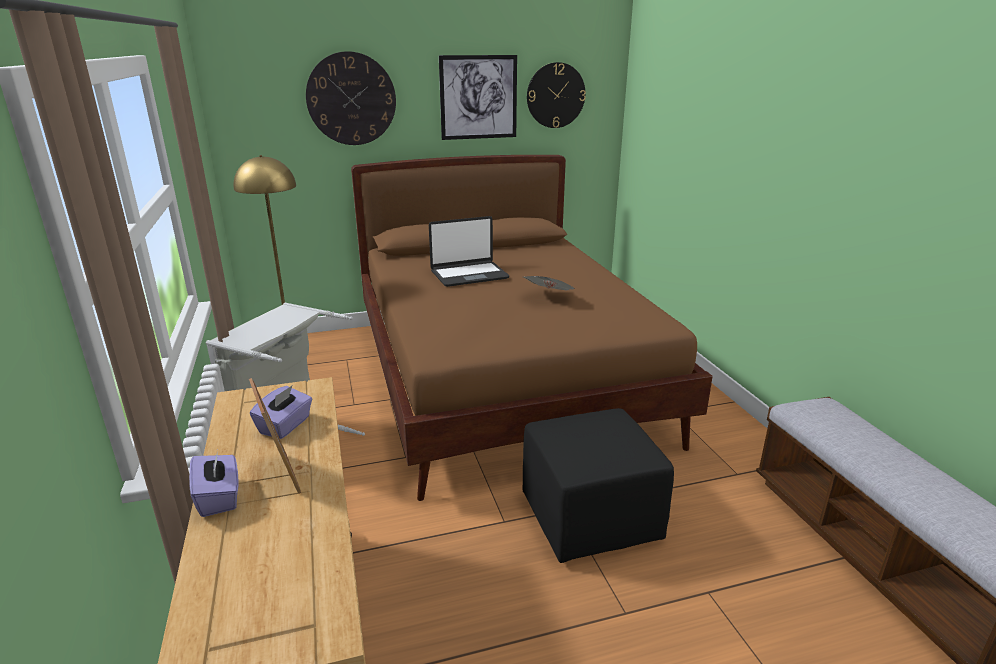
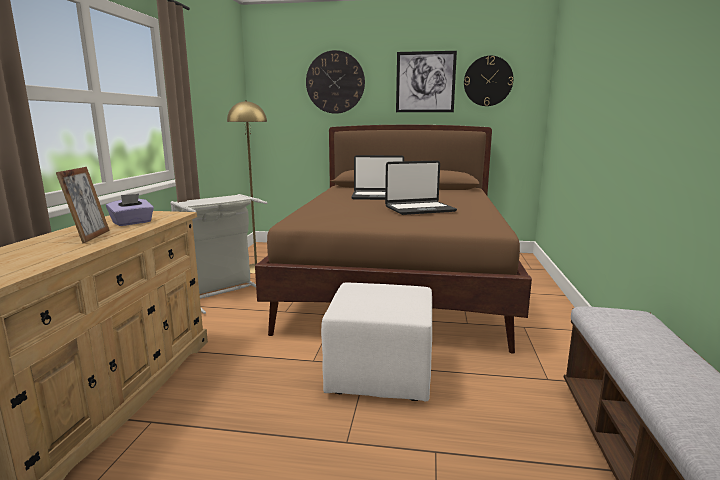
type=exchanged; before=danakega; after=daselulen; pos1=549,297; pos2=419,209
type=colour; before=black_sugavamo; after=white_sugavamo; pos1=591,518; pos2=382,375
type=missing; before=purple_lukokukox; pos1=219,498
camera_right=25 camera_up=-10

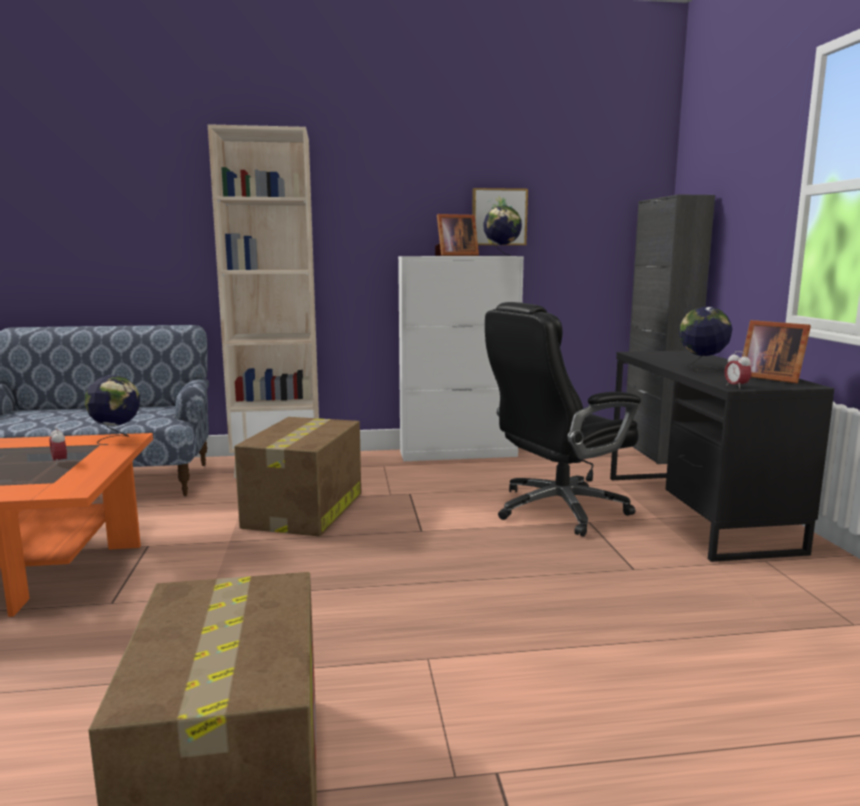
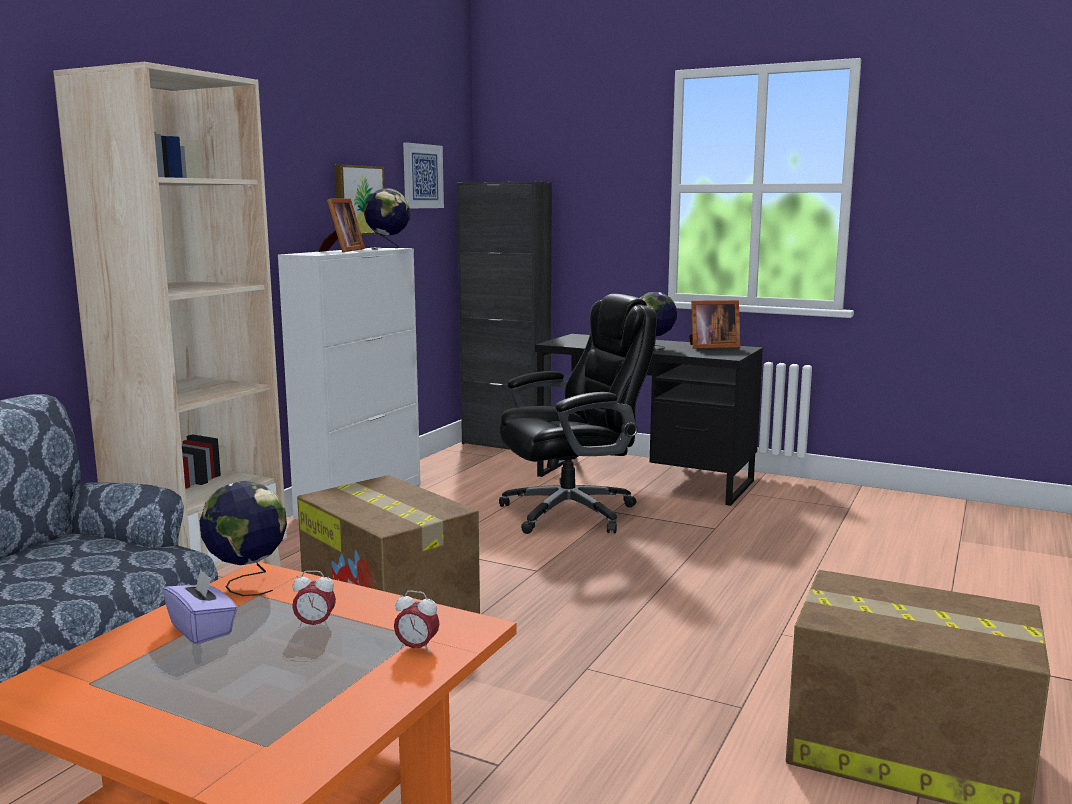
type=spun; before=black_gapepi; pos1=557,509; pos2=572,512; turn=-120
type=relocated; before=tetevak; pos1=736,387; pos2=417,648
type=appeared; after=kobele; pos2=422,176
type=appeared; after=purple_lukokukox; pos2=202,629
camera_right=-55 camera_up=0

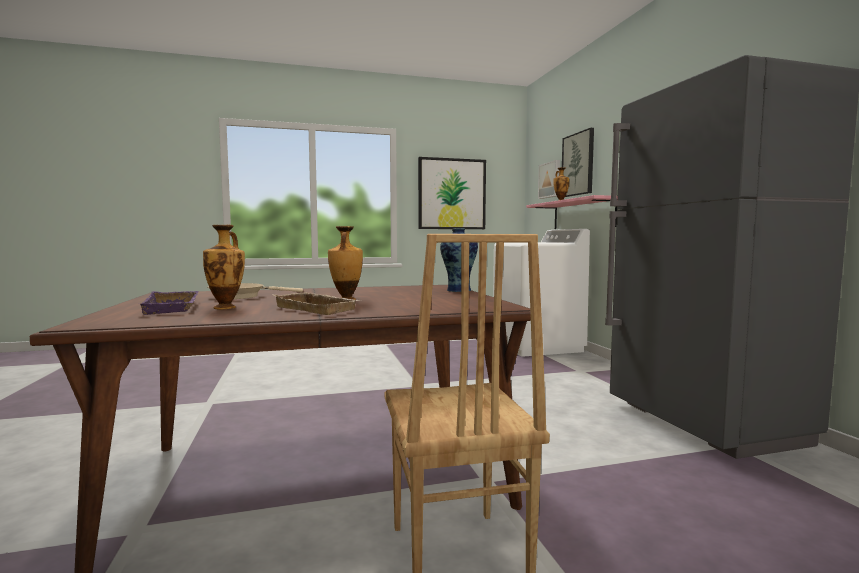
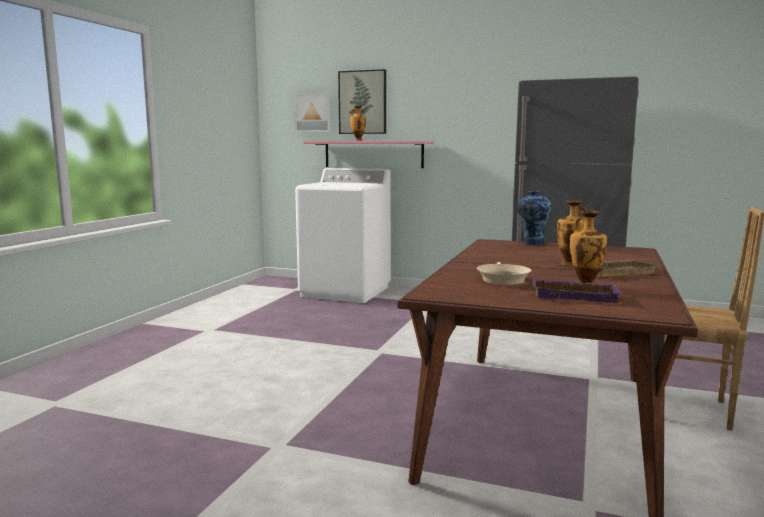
type=missing; before=kobele; pos1=452,194
camera_right=-55 camera_up=5

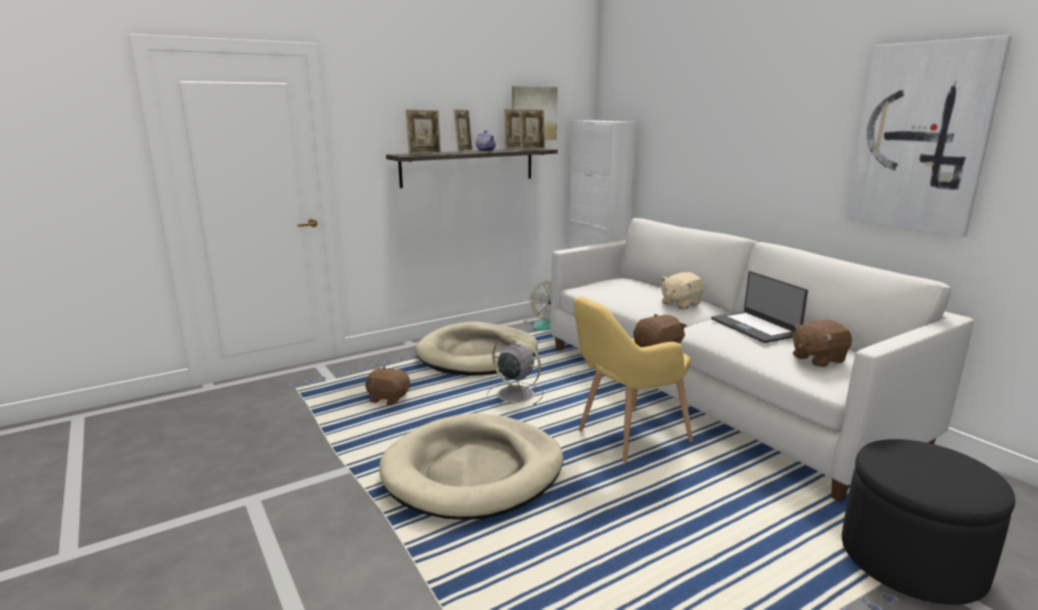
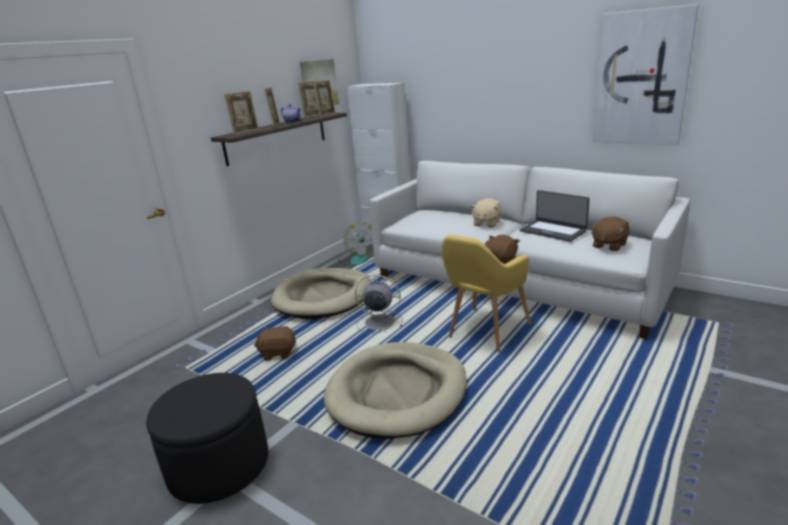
type=relocated; before=black_sugavamo; pos1=911,560; pos2=219,466
camera_right=-20 camera_up=5

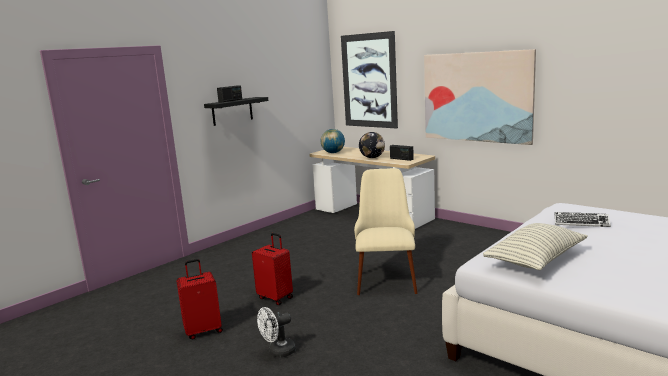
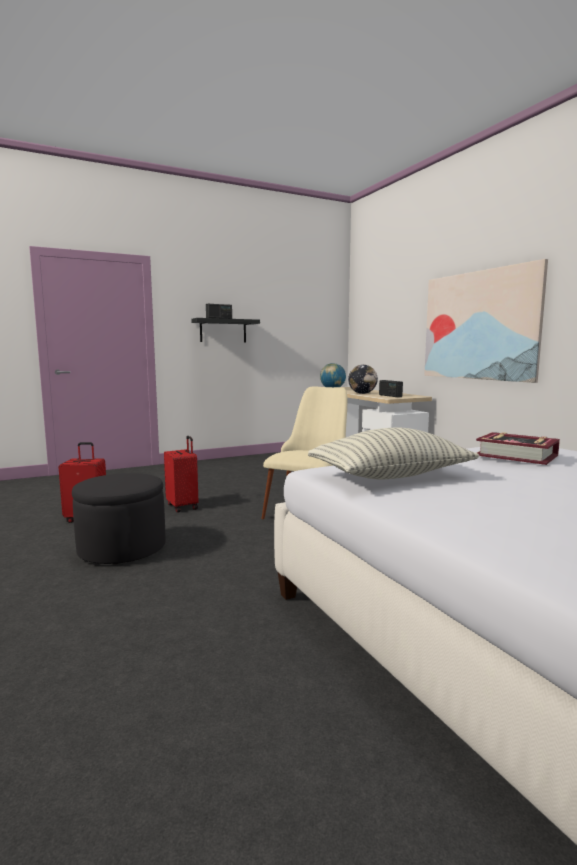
type=missing; before=kobele; pos1=369,81
type=exchanged; before=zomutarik; after=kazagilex; pos1=581,223; pos2=516,455
type=exchanged; before=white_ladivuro; after=black_sugavamo; pos1=278,352; pos2=122,548
camera_right=20 camera_up=-5

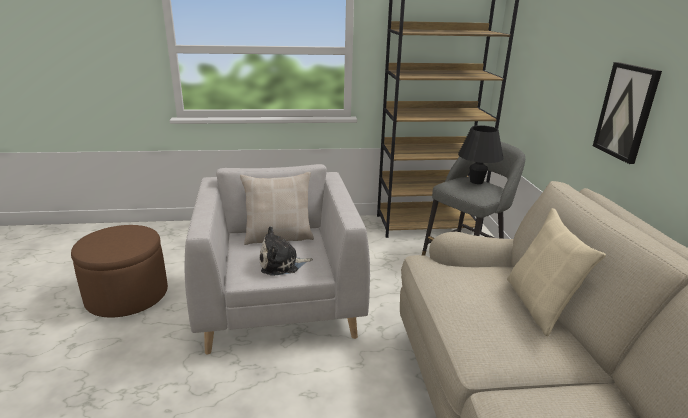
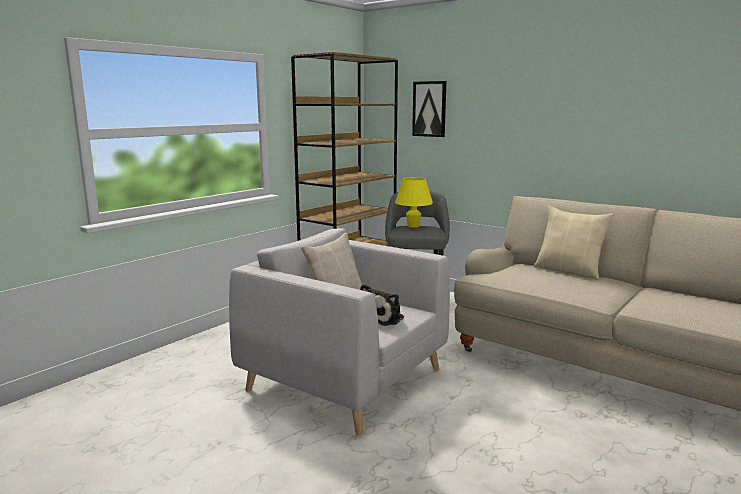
type=relocated; before=kobele; pos1=626,112; pos2=429,109
type=colour; before=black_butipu; after=yellow_butipu; pos1=476,181; pos2=413,226
type=missing; before=brown_sugavamo; pos1=127,296
camera_right=-45 camera_up=-10

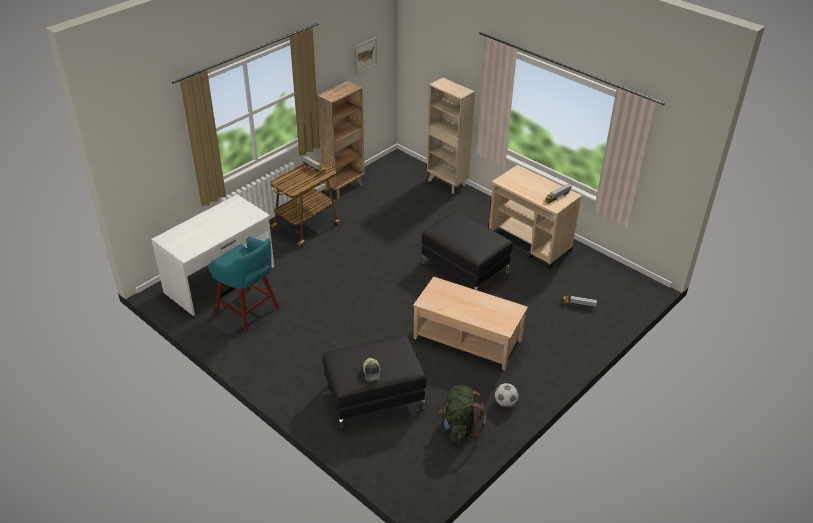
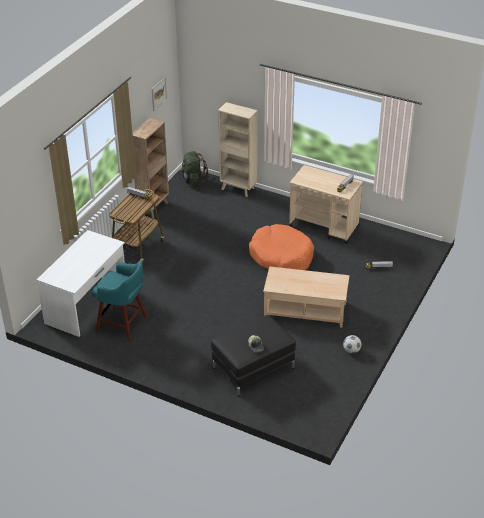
type=exchanged; before=black_sugavamo; after=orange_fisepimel; pos1=465,268; pos2=281,256
type=relocated; before=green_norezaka; pos1=459,427; pos2=193,180
camera_right=-15 camera_up=0

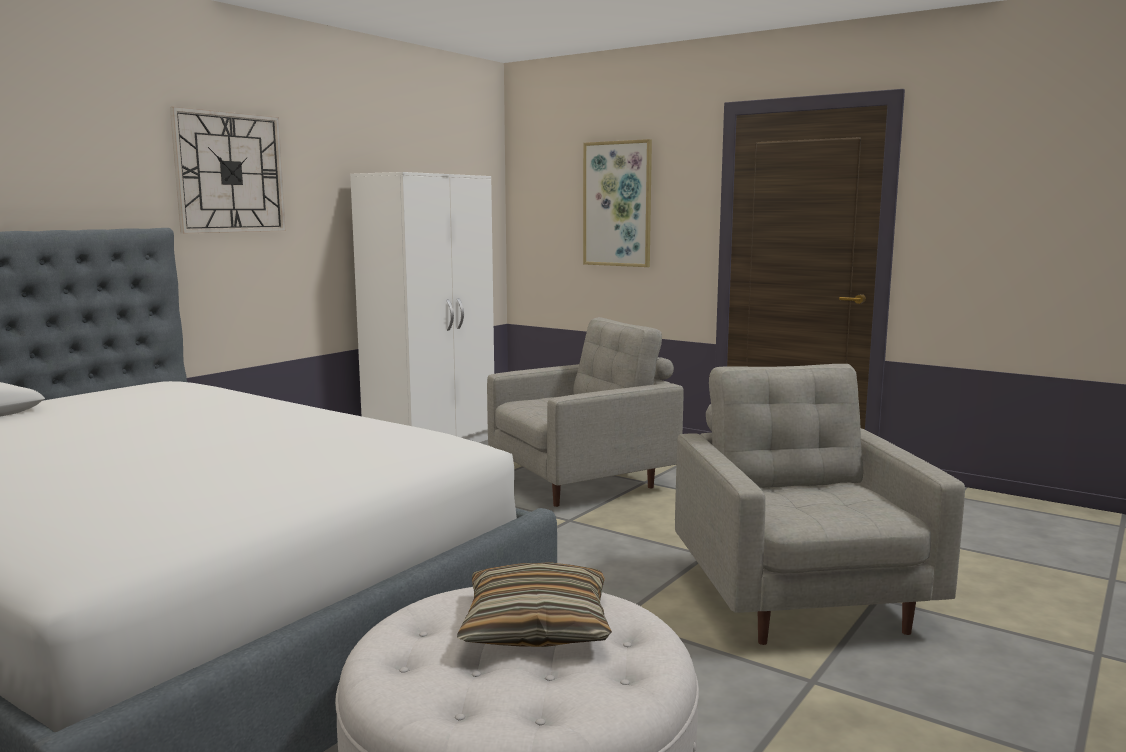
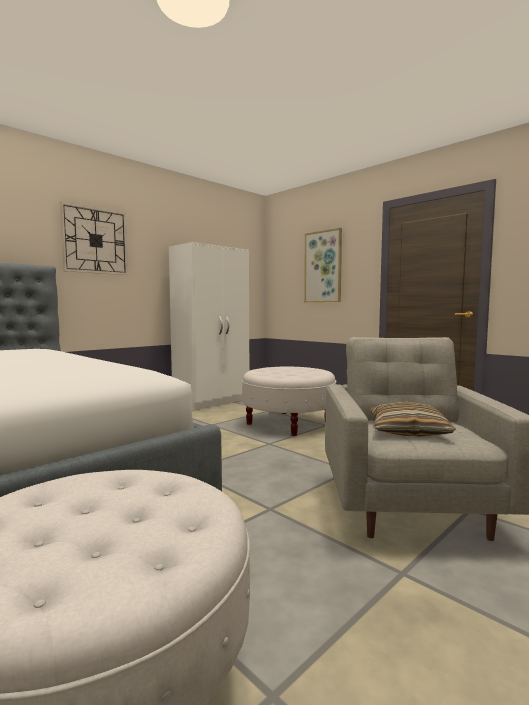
type=exchanged; before=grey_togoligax; after=white_sugavamo; pos1=583,482; pos2=288,423
type=relocated; before=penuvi; pos1=536,626; pos2=407,431
camera_right=10 camera_up=-5

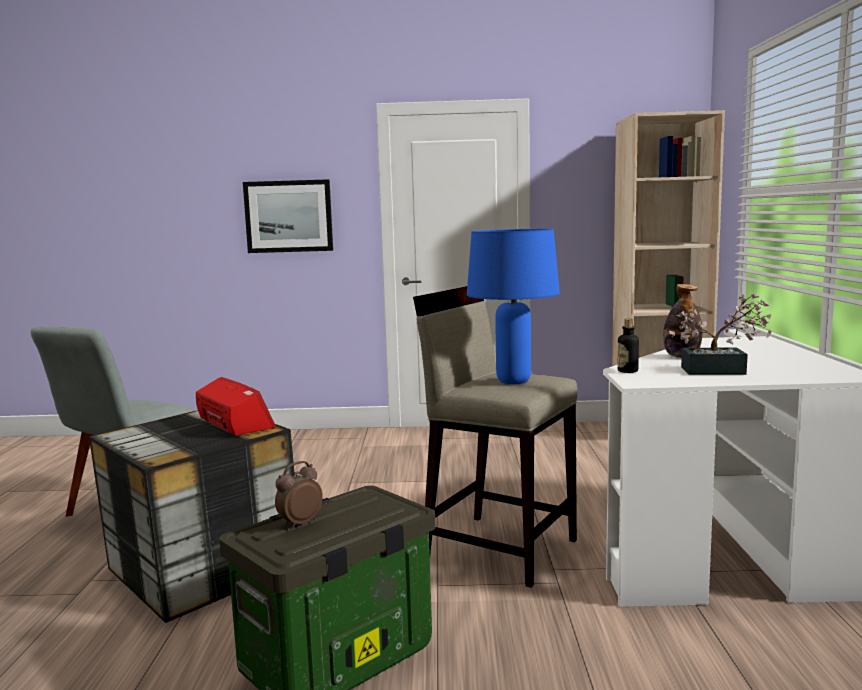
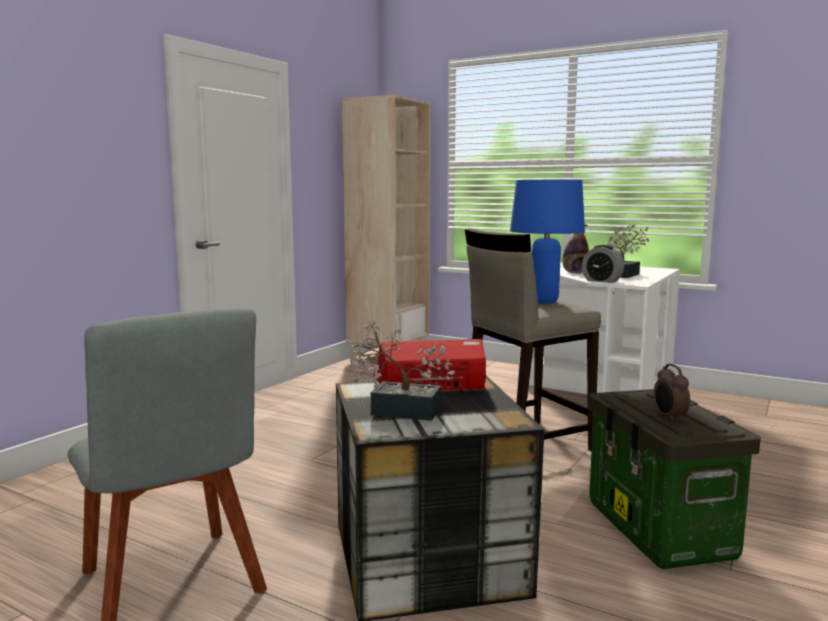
type=missing; before=kobele; pos1=288,216
type=exchanged; before=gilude; after=tetevak; pos1=627,371; pos2=601,281
type=appeared; after=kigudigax; pos2=398,410
camera_right=-60 camera_up=0

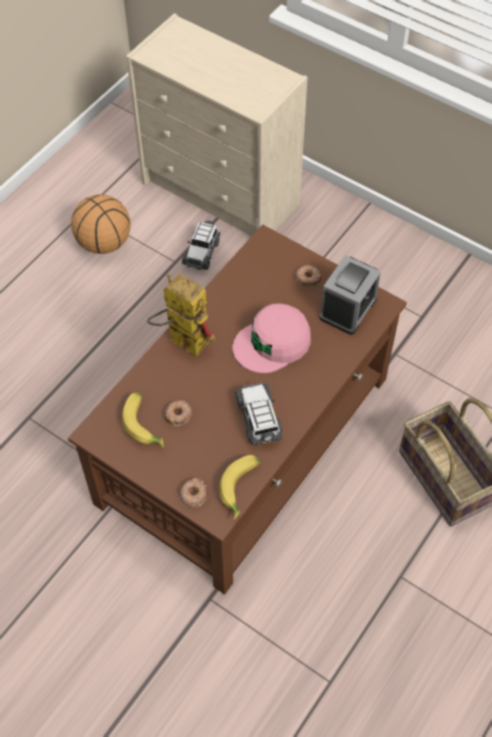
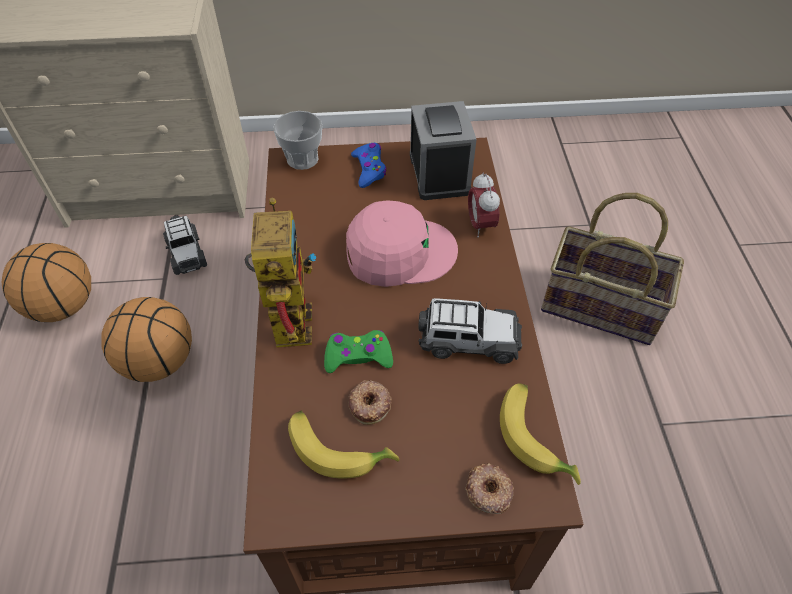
type=exchanged; before=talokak; after=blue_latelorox; pos1=308,278; pos2=369,169
type=spun; before=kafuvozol; pos1=180,340; pos2=288,315; turn=90
type=spun; before=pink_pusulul; pos1=273,343; pos2=399,252; turn=-120
type=spun; before=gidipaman; pos1=259,419; pos2=468,341; turn=150
type=appeared; after=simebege; pos2=302,159
type=appeared; after=tetevak; pos2=480,225
type=appeared; after=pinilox; pos2=159,361
type=appeared; after=green_latelorox; pos2=358,356
camera_right=-40 camera_up=-5

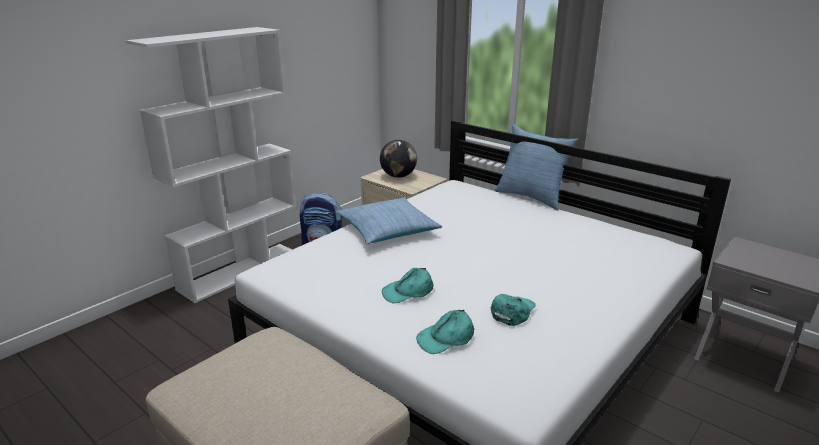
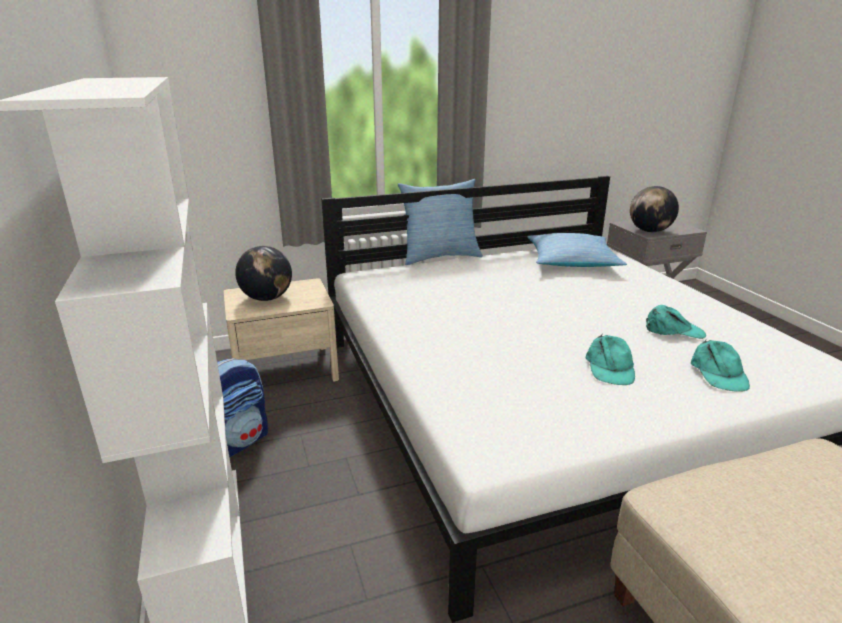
type=relocated; before=penuvi; pos1=387,229; pos2=571,261
type=spun; before=turquoise_pusulul; pos1=512,311; pos2=674,330; turn=135
type=appeared; after=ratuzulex; pos2=649,231
camera_right=-60 camera_up=0

